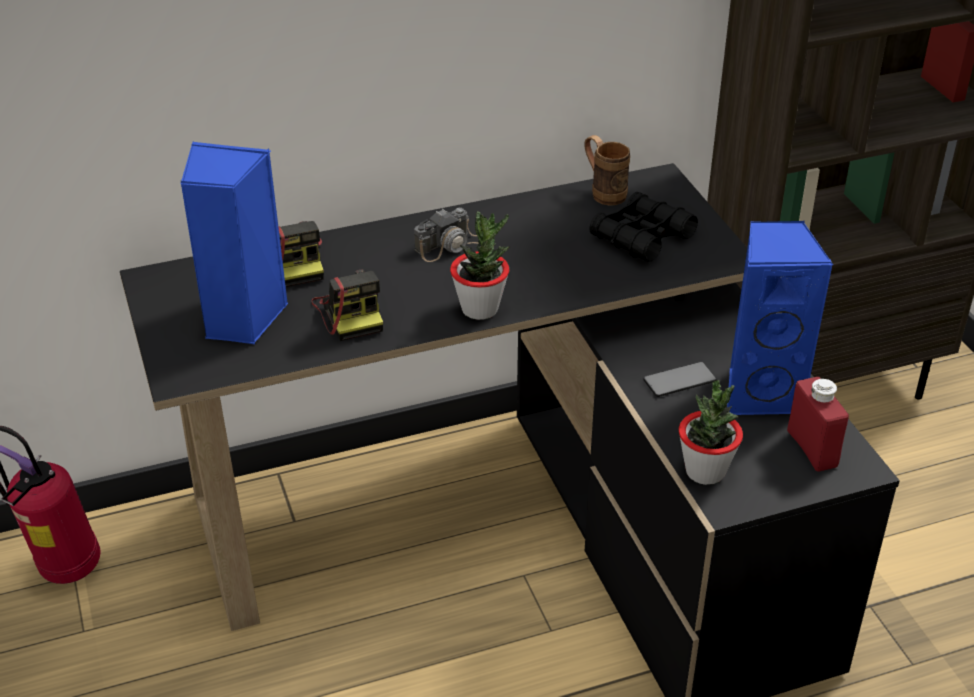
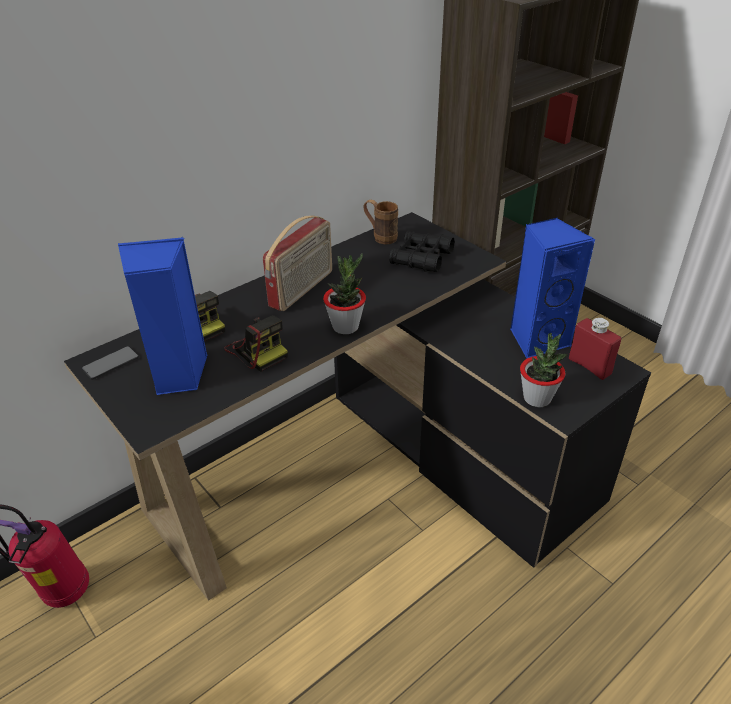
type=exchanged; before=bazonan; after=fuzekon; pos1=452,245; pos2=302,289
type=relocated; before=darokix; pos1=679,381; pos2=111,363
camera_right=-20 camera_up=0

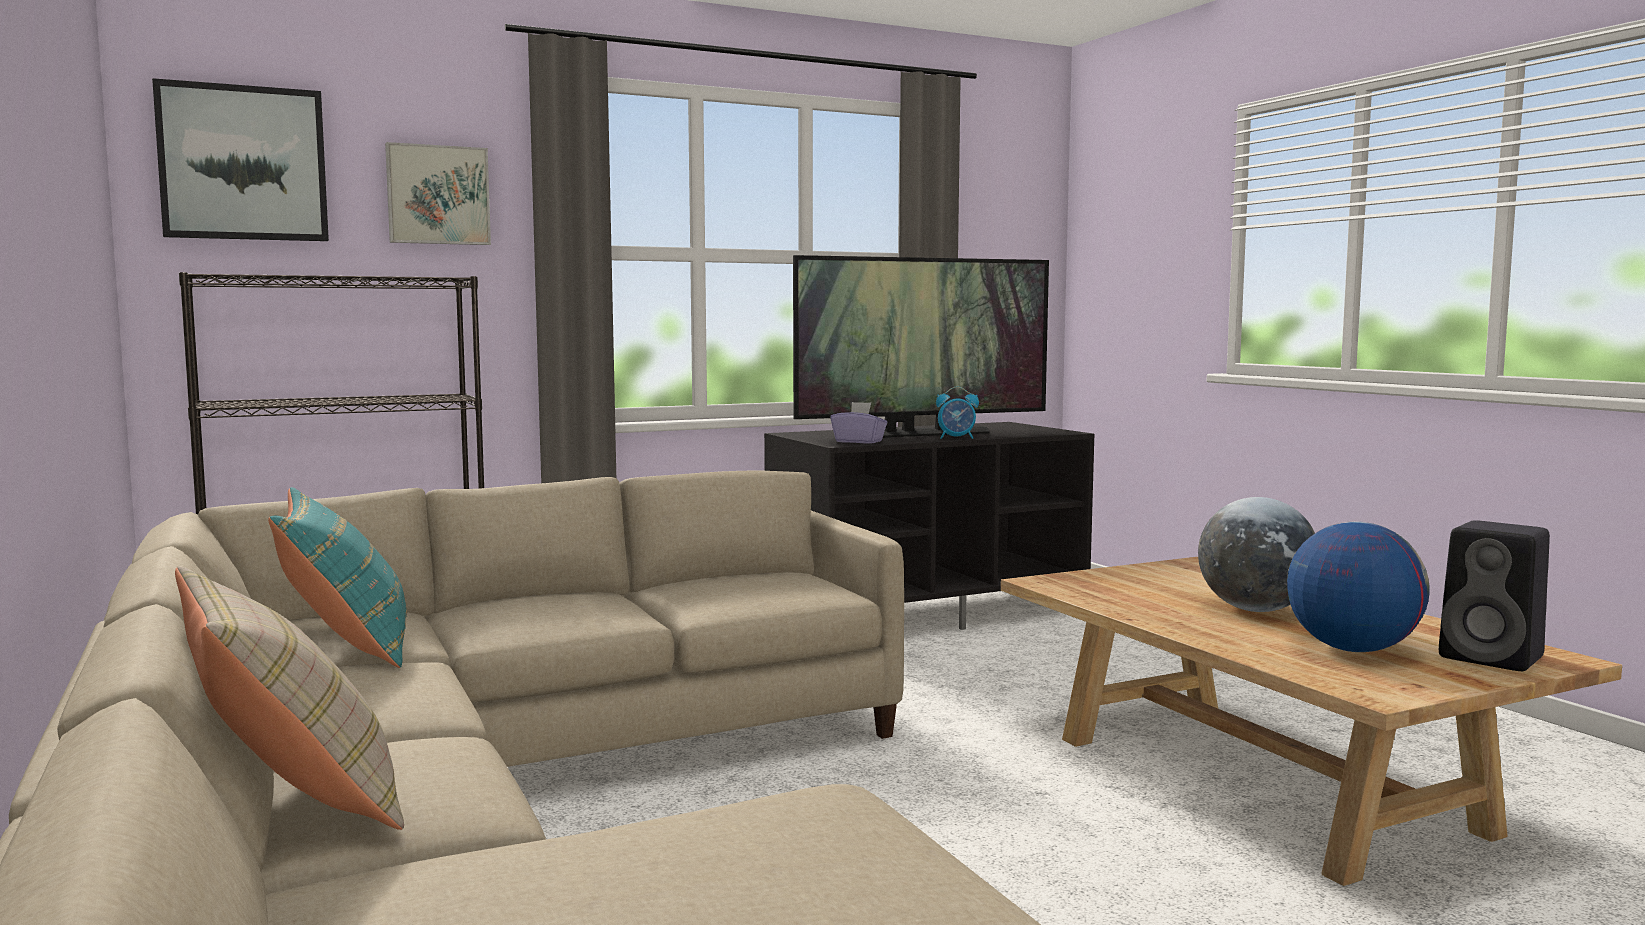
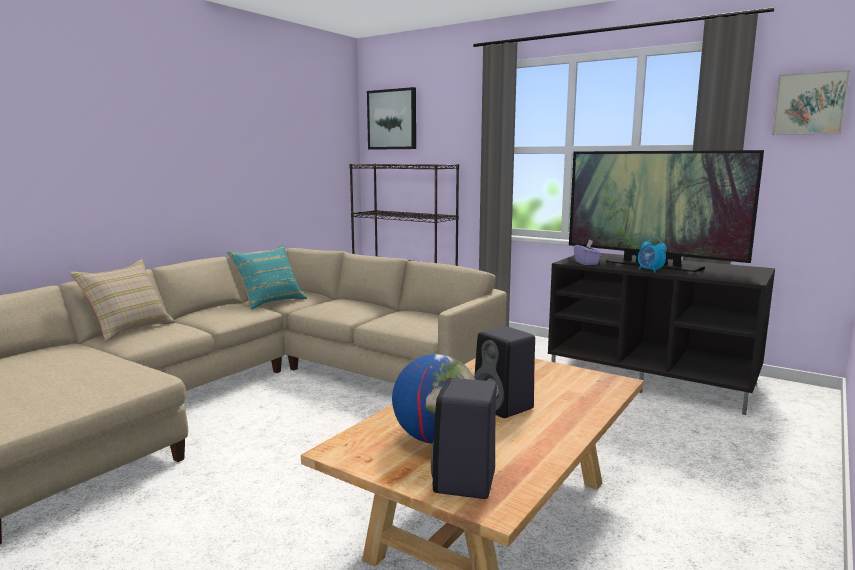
type=relocated; before=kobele; pos1=438,195; pos2=809,104
type=exchanged; before=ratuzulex; after=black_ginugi; pos1=1255,610; pos2=505,407
camera_right=60 camera_up=5

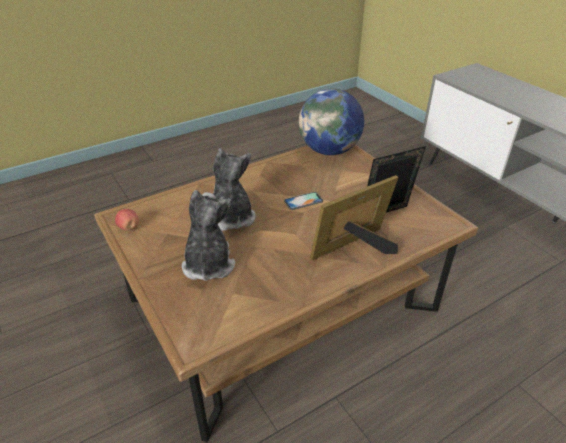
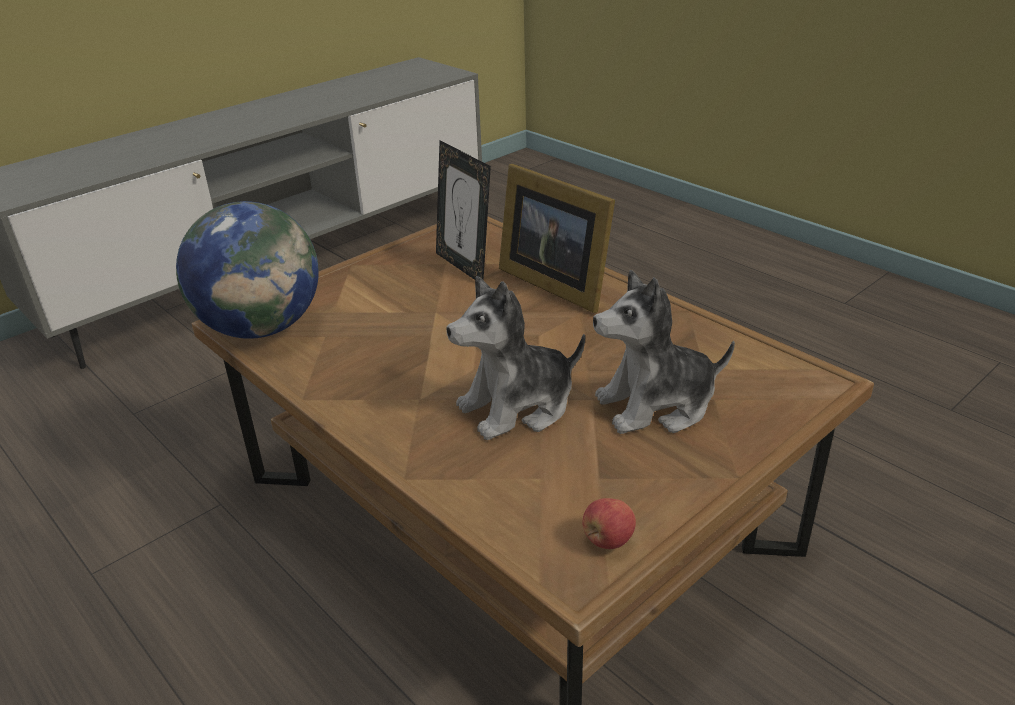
type=missing; before=darokix; pos1=303,201
camera_right=-100 camera_up=-5

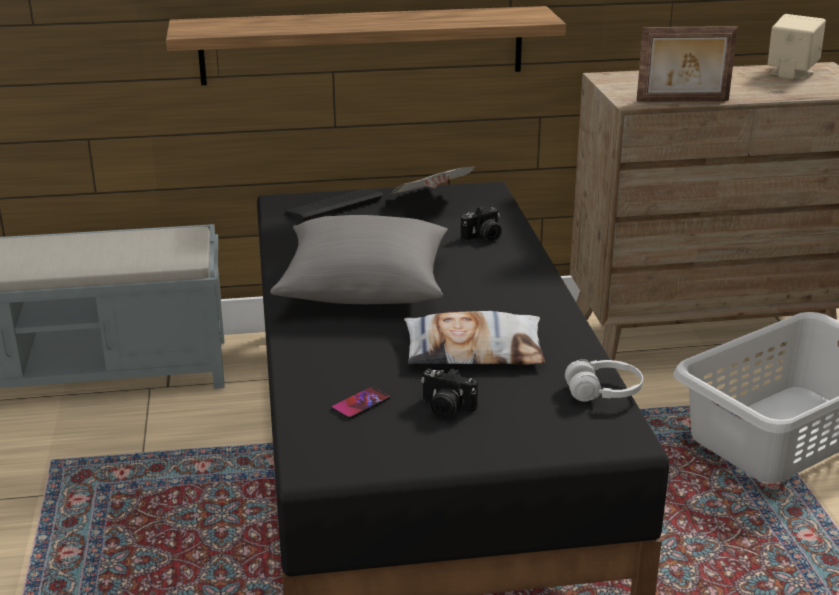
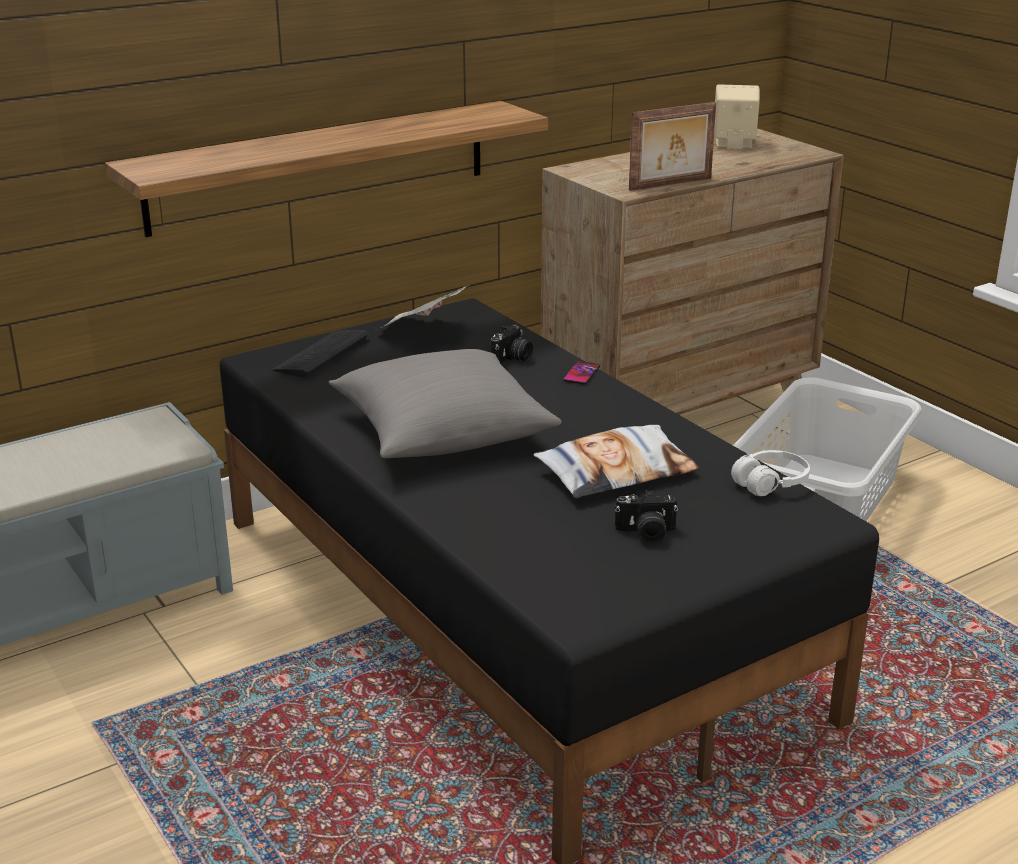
type=relocated; before=darokix; pos1=360,404; pos2=581,374
camera_right=-25 camera_up=0

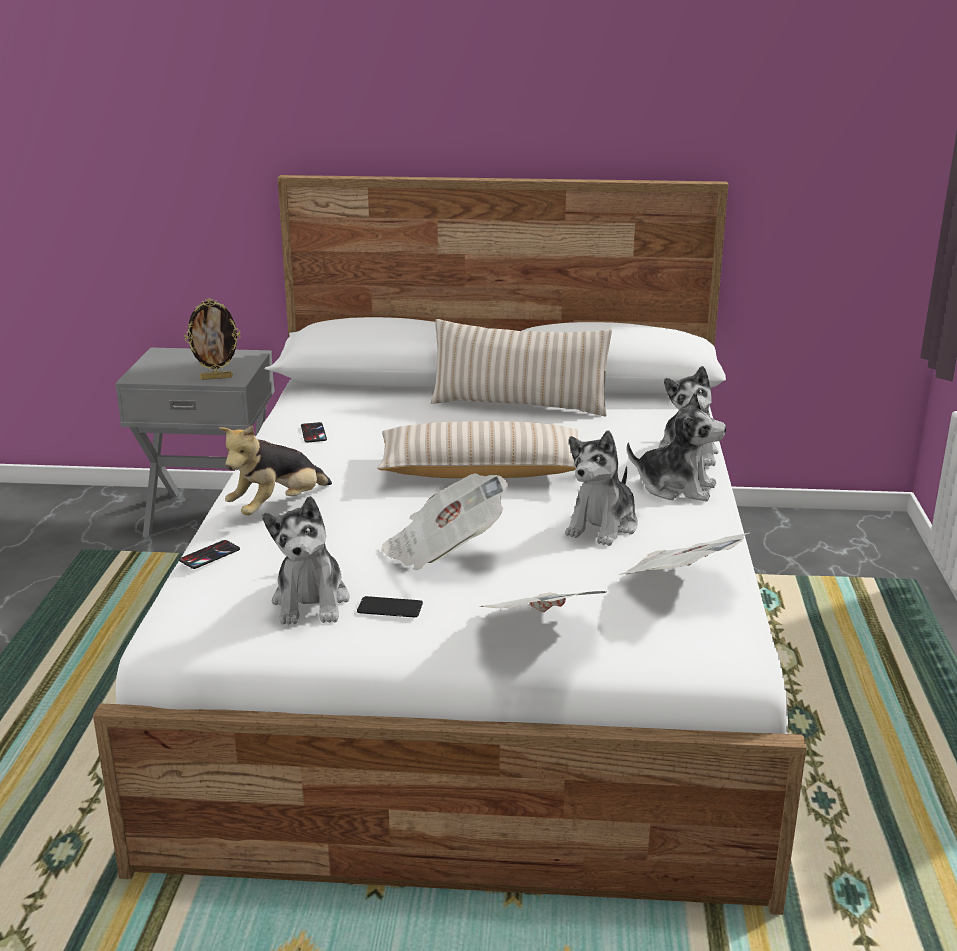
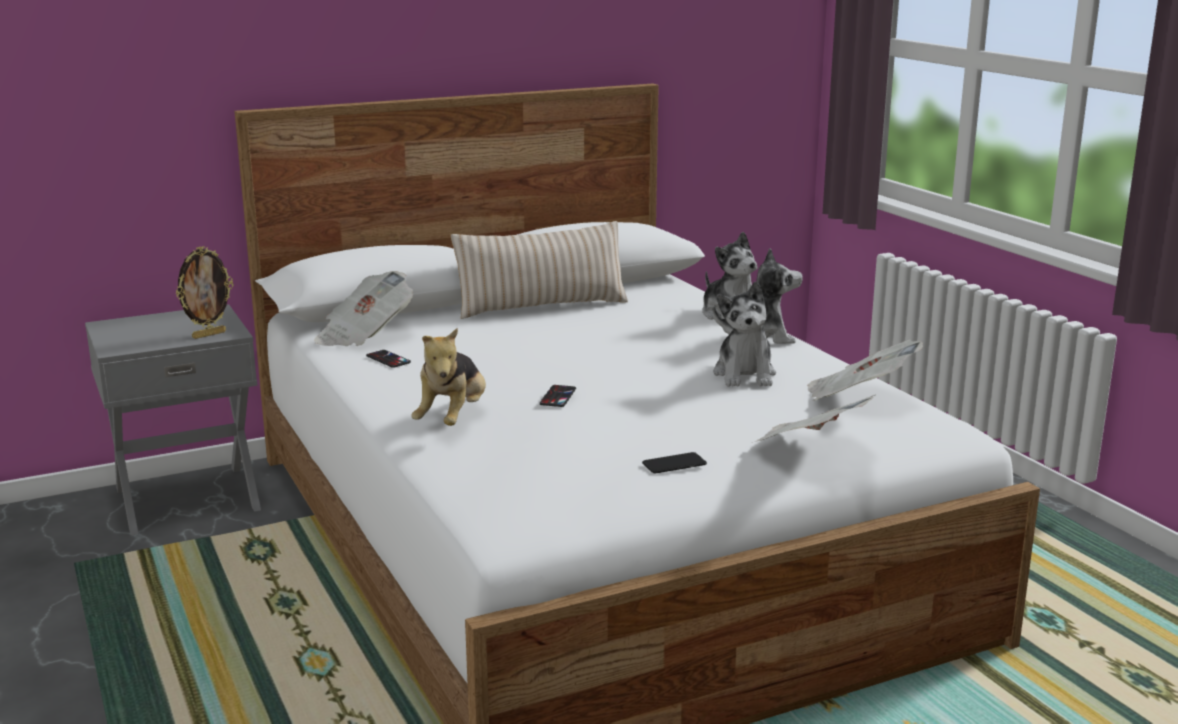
type=missing; before=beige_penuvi; pos1=481,471
type=relocated; before=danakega; pos1=444,550; pos2=364,335
type=missing; before=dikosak; pos1=311,602
type=relocated; before=darokix; pos1=209,555; pos2=558,396
camera_right=-30 camera_up=-5

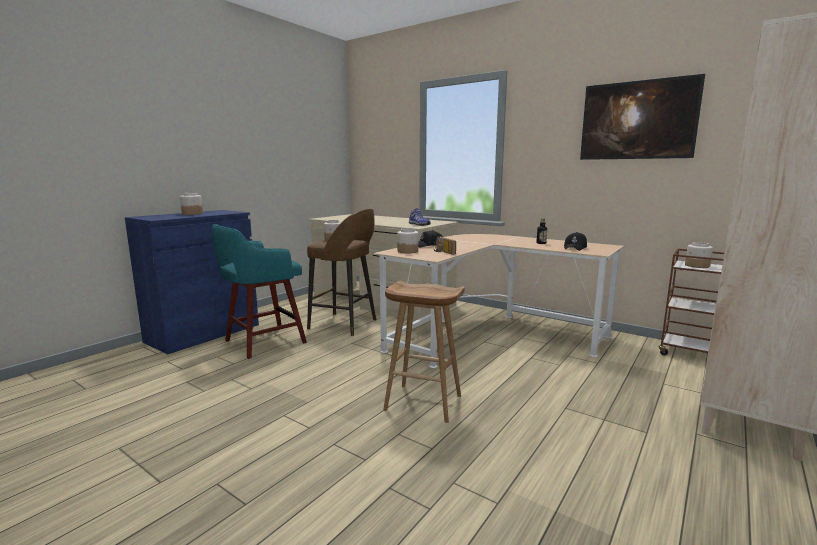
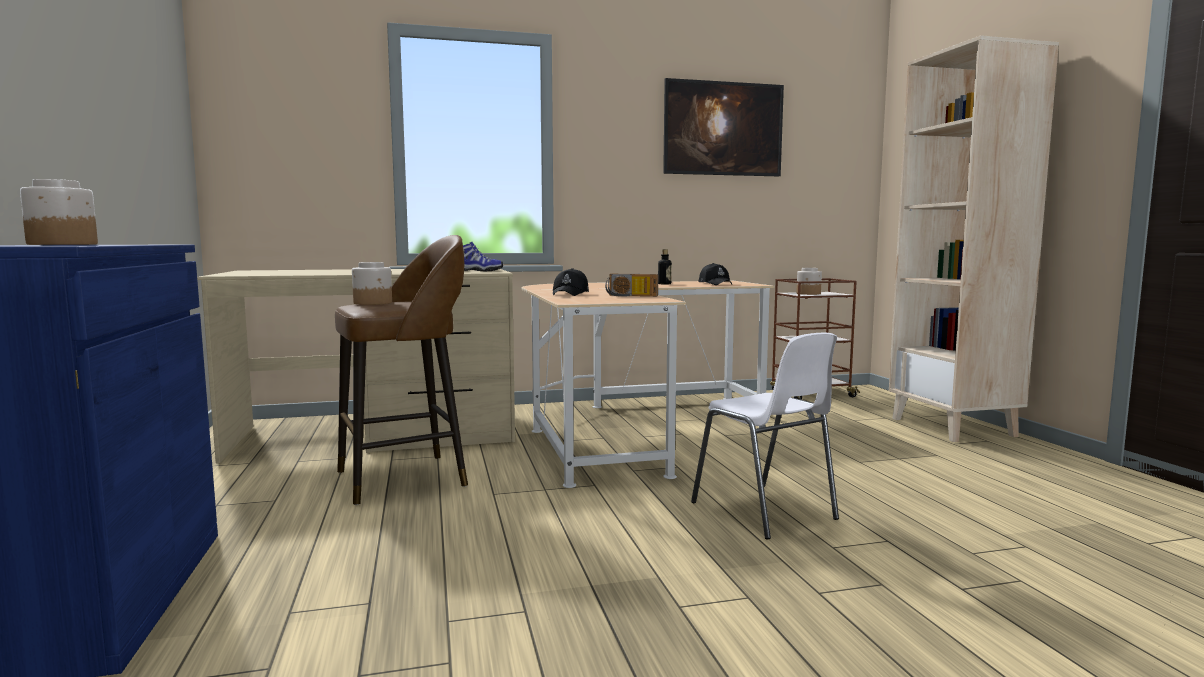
type=missing; before=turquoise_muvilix; pos1=262,342
type=missing; before=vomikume; pos1=408,251
type=exchanged; before=brown_muvilix; after=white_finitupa; pos1=422,403; pos2=765,512
camera_right=-50 camera_up=-5

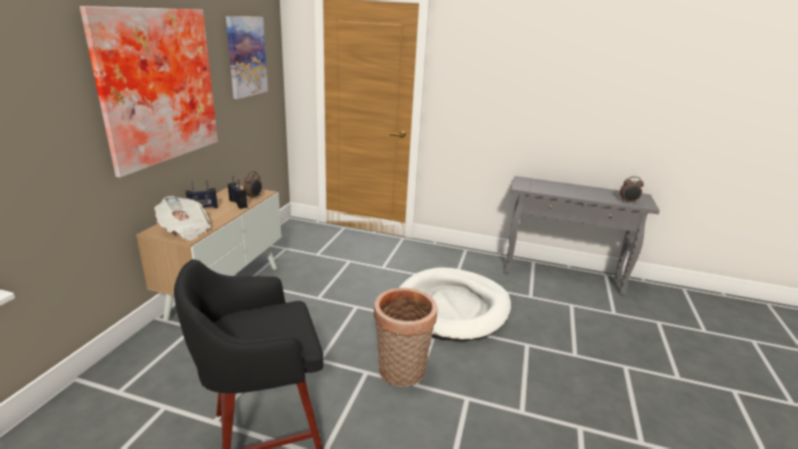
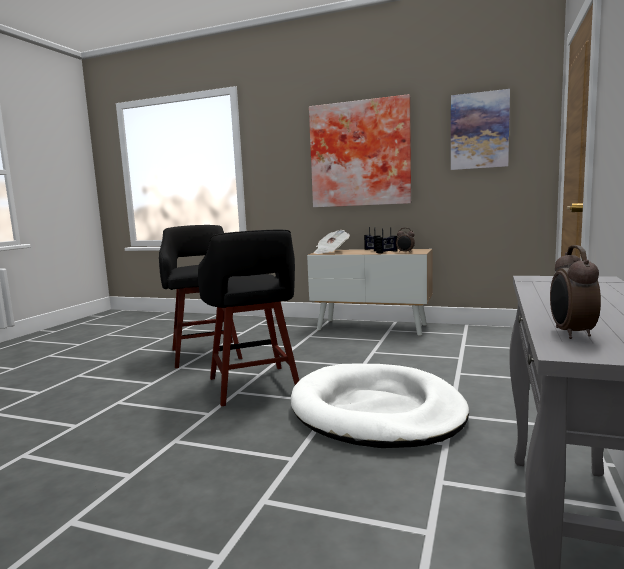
type=exchanged; before=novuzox; after=black_muvilix; pos1=401,373; pos2=254,386
camera_right=95 camera_up=-15

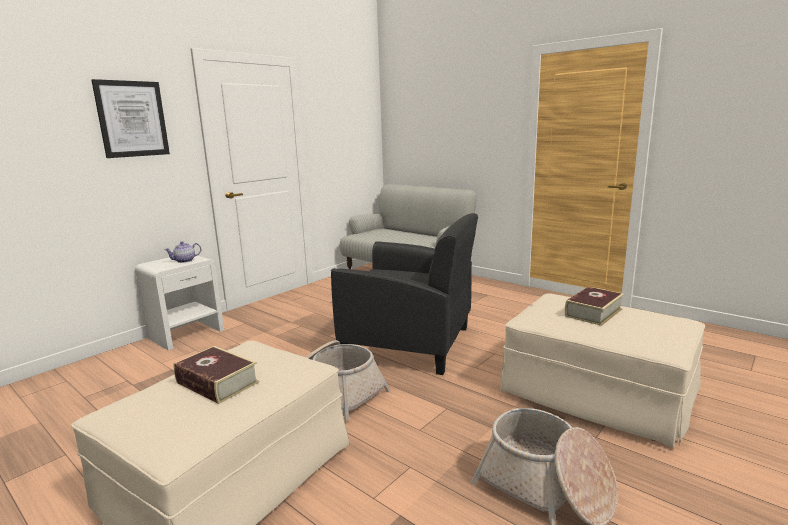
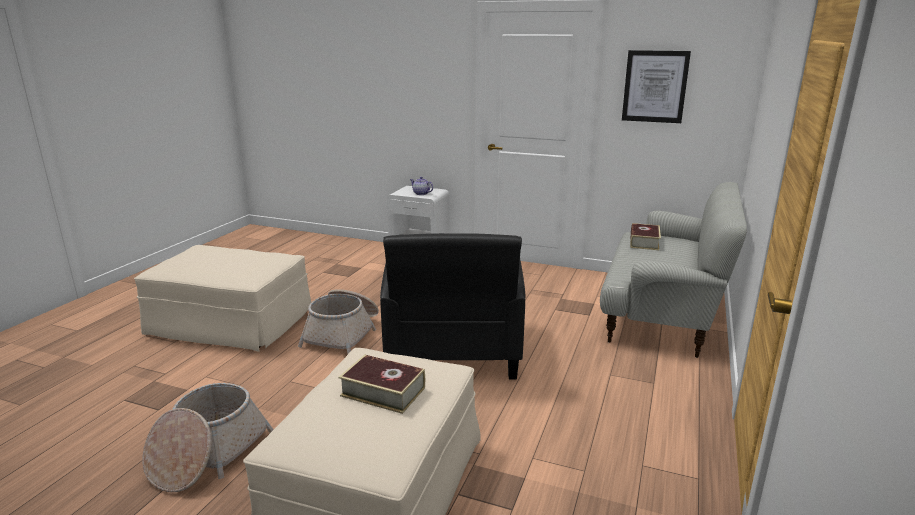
type=relocated; before=kobele; pos1=132,119; pos2=655,86
type=relocated; before=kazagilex; pos1=217,382; pos2=644,242
camera_right=70 camera_up=5

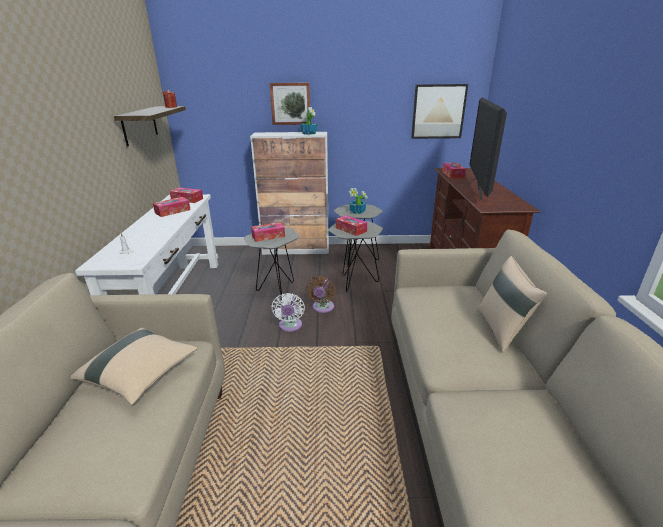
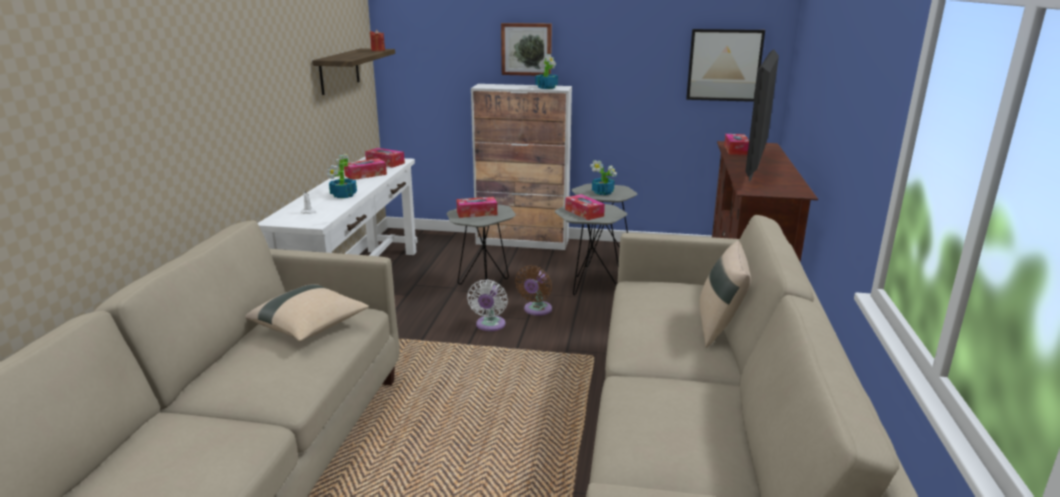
type=appeared; after=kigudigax; pos2=343,195
camera_right=10 camera_up=-5

